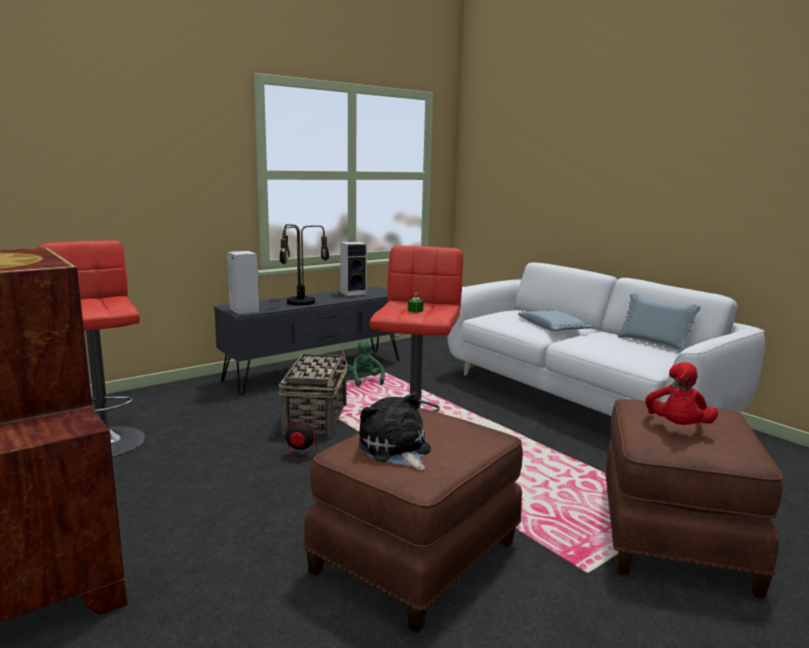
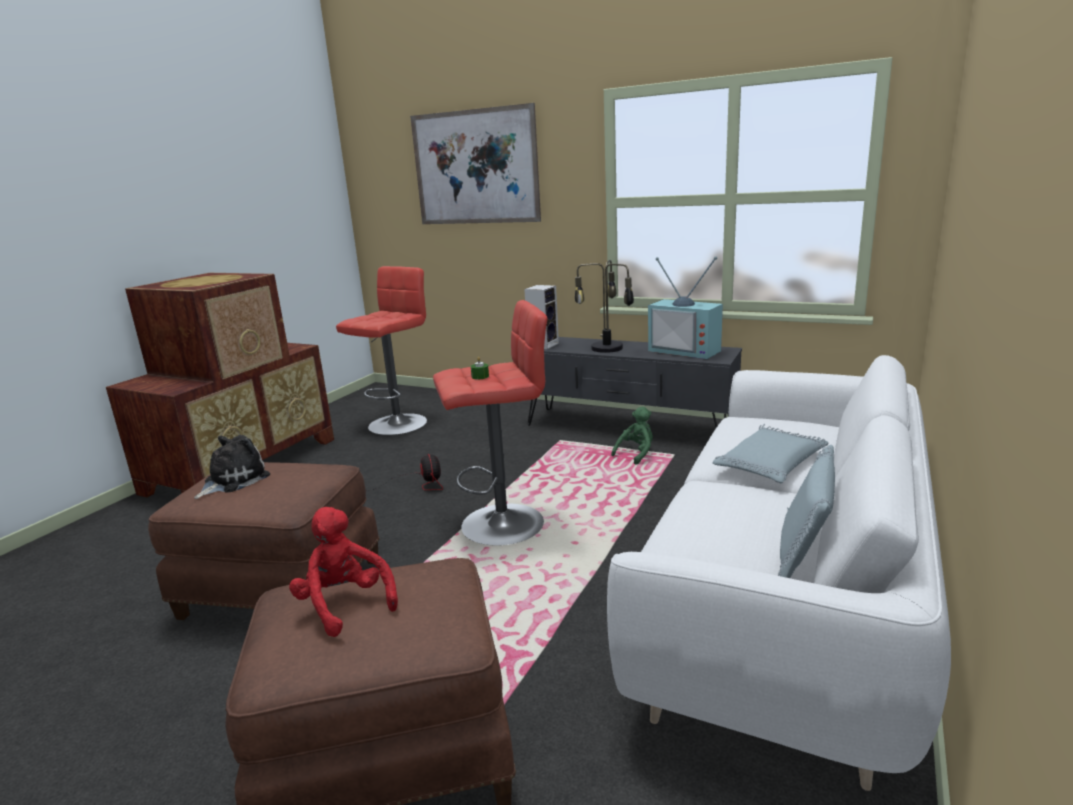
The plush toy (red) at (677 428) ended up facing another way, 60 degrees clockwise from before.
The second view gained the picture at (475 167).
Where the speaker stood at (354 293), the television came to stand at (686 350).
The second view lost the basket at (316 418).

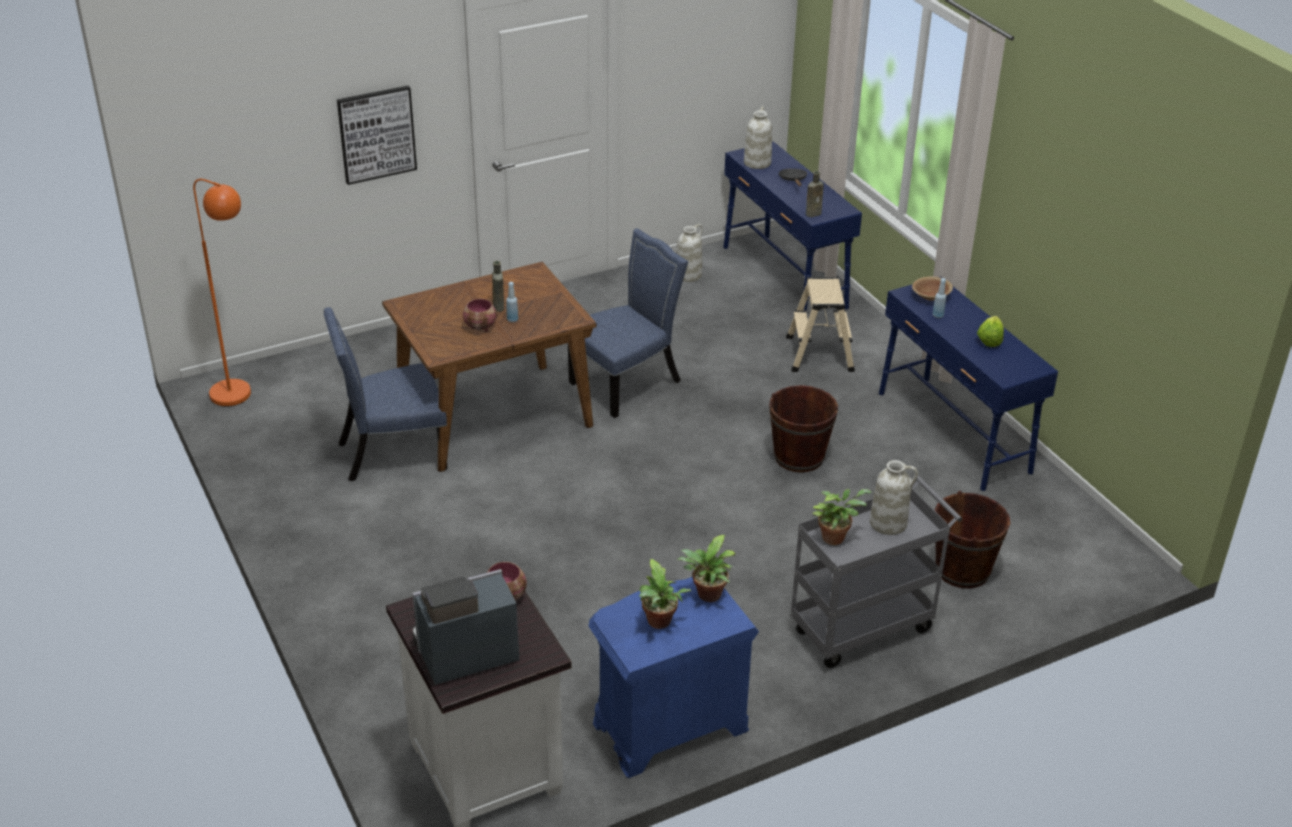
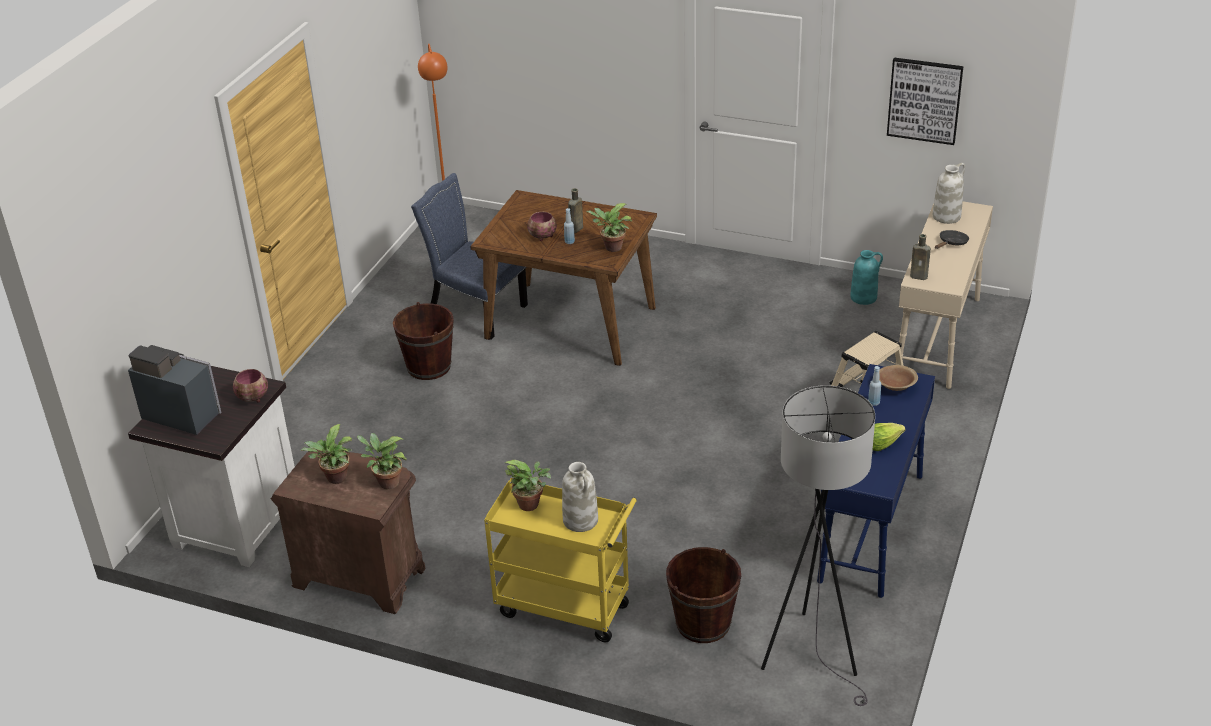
What was the nightstand (blue) at (665 722) turned into the nightstand (brown) at (361 573).
The bucket (brown) ended up elsewhere, having gone from (799 457) to (429 367).
What was the cart (grey) at (865 631) turned into the cart (yellow) at (566 611).
The second view gained the potted plant at (611 248).
The second view gained the floor lamp (grey) at (814 655).
What was the vase (white) at (688 274) turned into the vase (turquoise) at (864 297).
The picture ended up elsewhere, having gone from (376 134) to (924 100).
What was the console table (blue) at (783 278) turned into the console table (beige) at (936 338).
The second view lost the chair (blue) at (625 385).

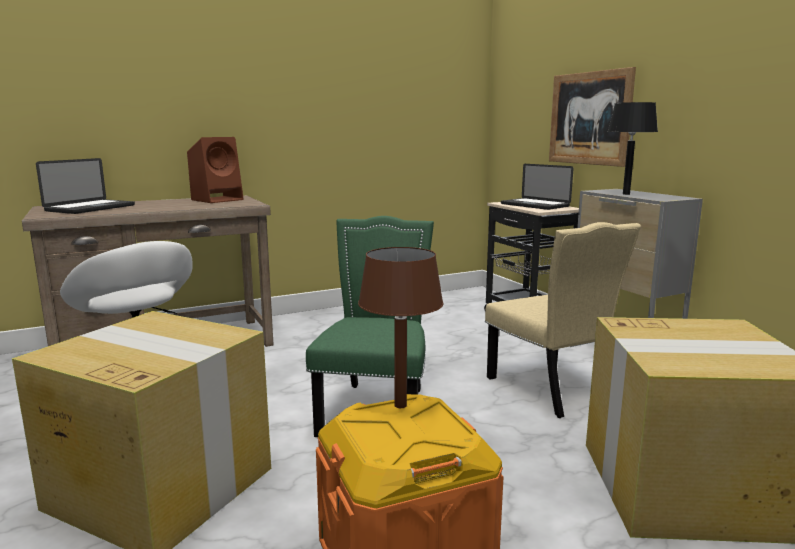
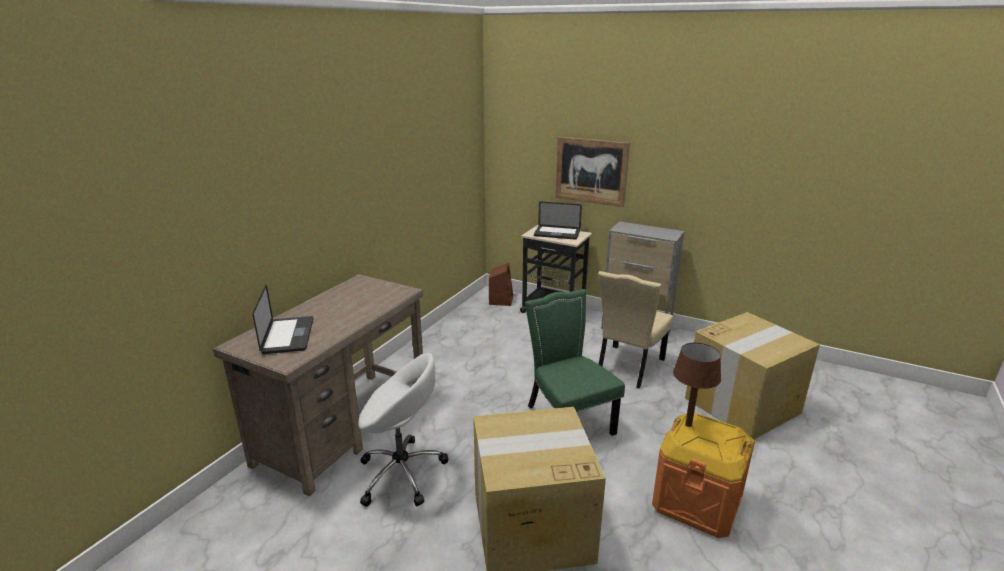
The speaker (brown) ended up elsewhere, having gone from (218 199) to (501 300).
The chair (beige) at (550 388) ended up facing another way, 90 degrees clockwise from before.
The second view lost the table lamp (black) at (626 194).

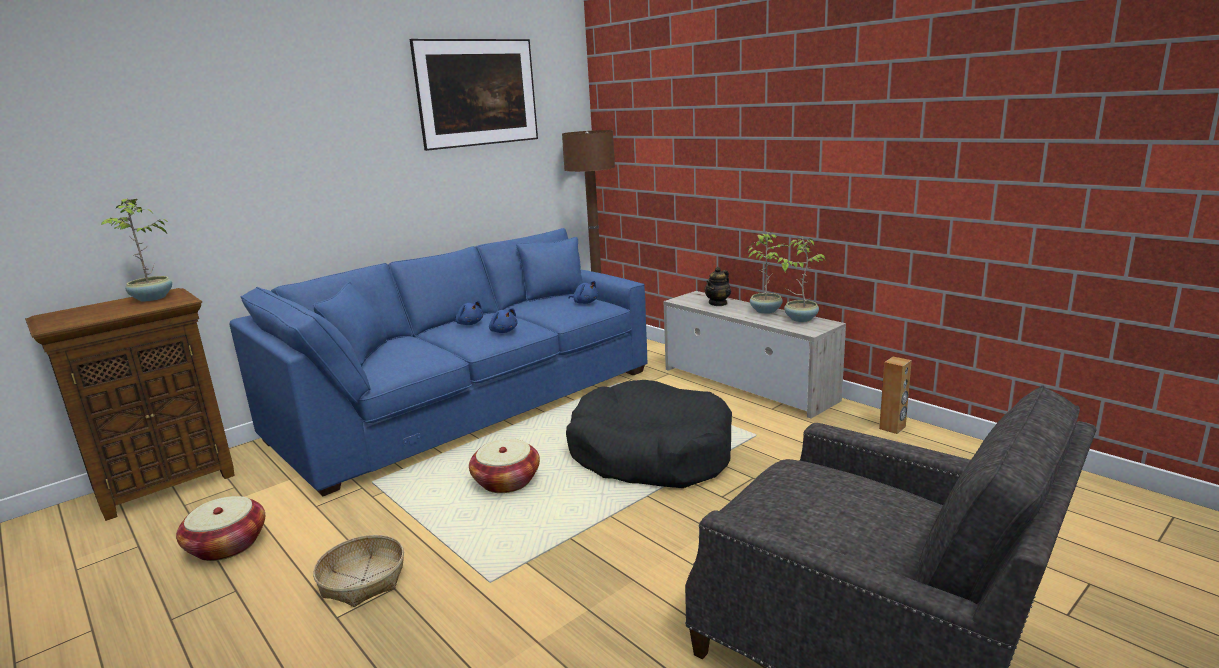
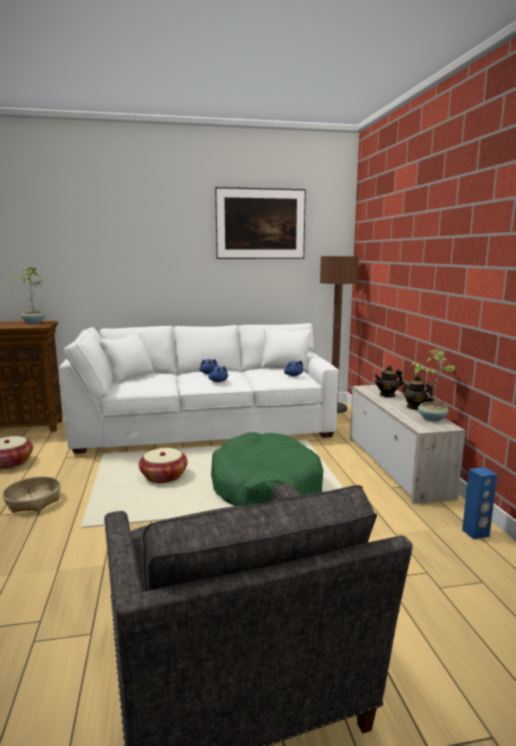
What was the sofa (blue) at (469 404) turned into the sofa (white) at (204 427).
What was the dog bed (black) at (650 453) turned into the dog bed (green) at (265 489).
Where the potted plant stood at (766 310), the teapot came to stand at (415 407).
What was the speaker (brown) at (892 428) turned into the speaker (blue) at (475 533).

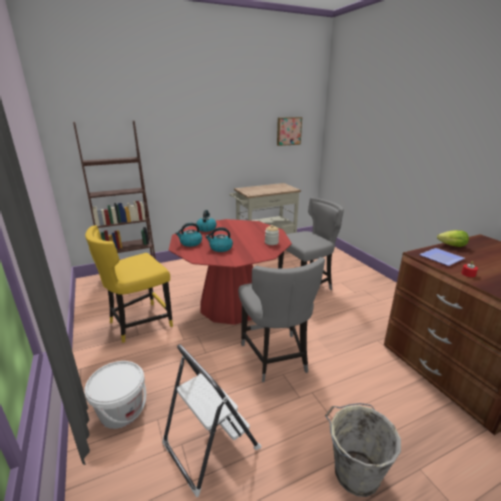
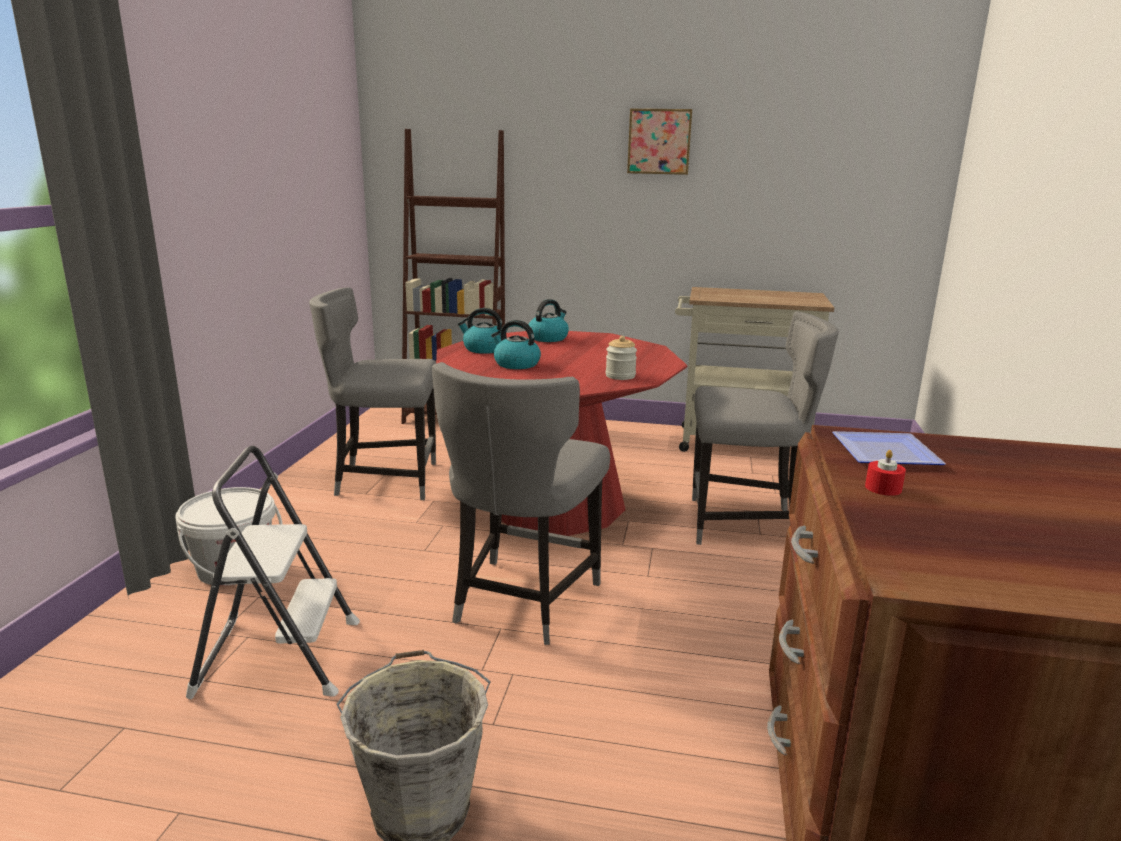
What was the chair (yellow) at (139 323) turned into the chair (grey) at (384 480).
The picture ended up elsewhere, having gone from (288 131) to (659 141).
The second view lost the lettuce at (450 246).

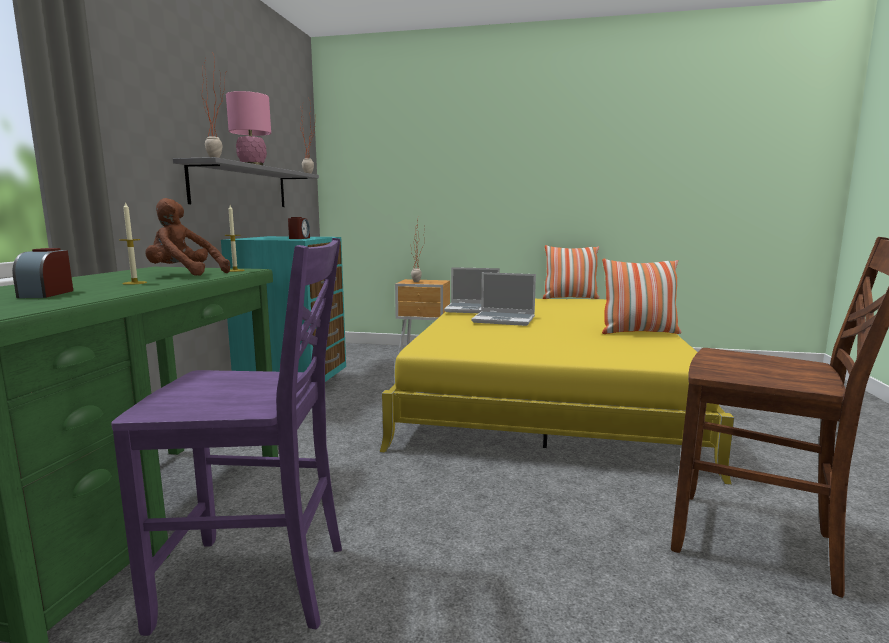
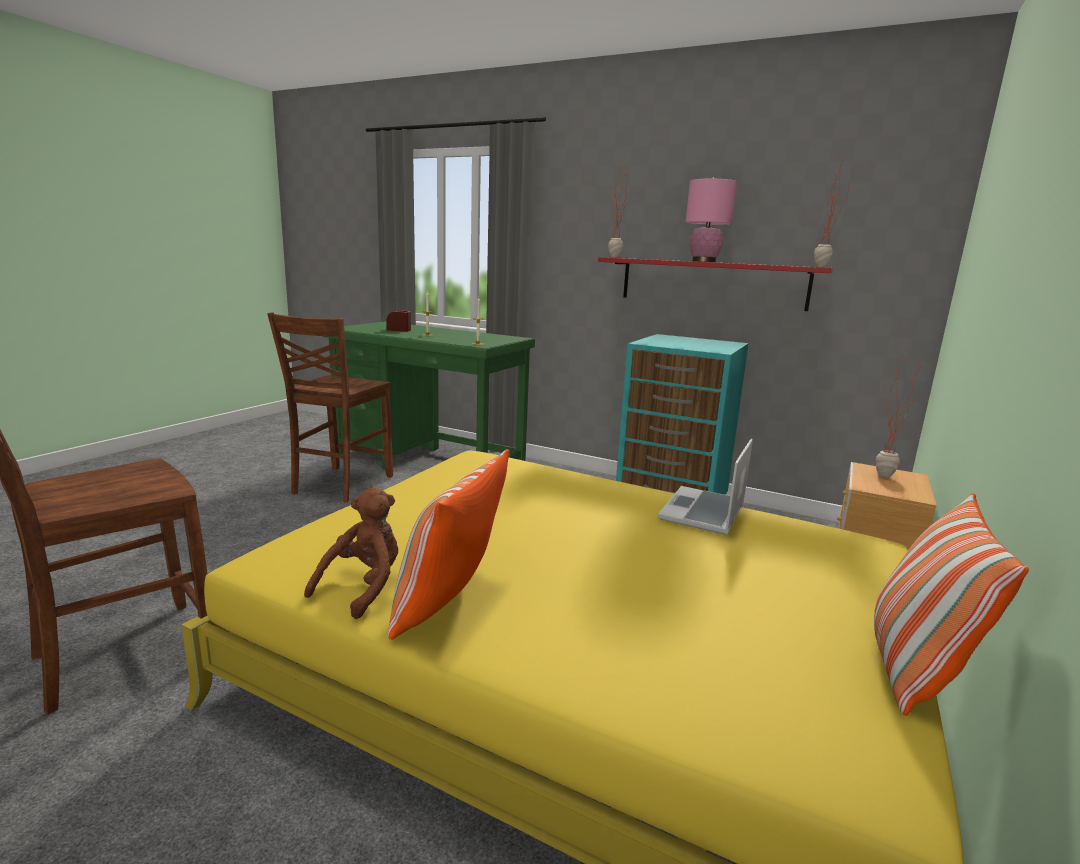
What was the chair (purple) at (258 584) turned into the chair (brown) at (340 485).
The plush toy (brown) ended up elsewhere, having gone from (184 275) to (363 587).
What was the shelf (grey) at (241 187) turned into the shelf (red) at (712 283).
The second view lost the alarm clock at (299 238).
The second view lost the laptop at (504 320).

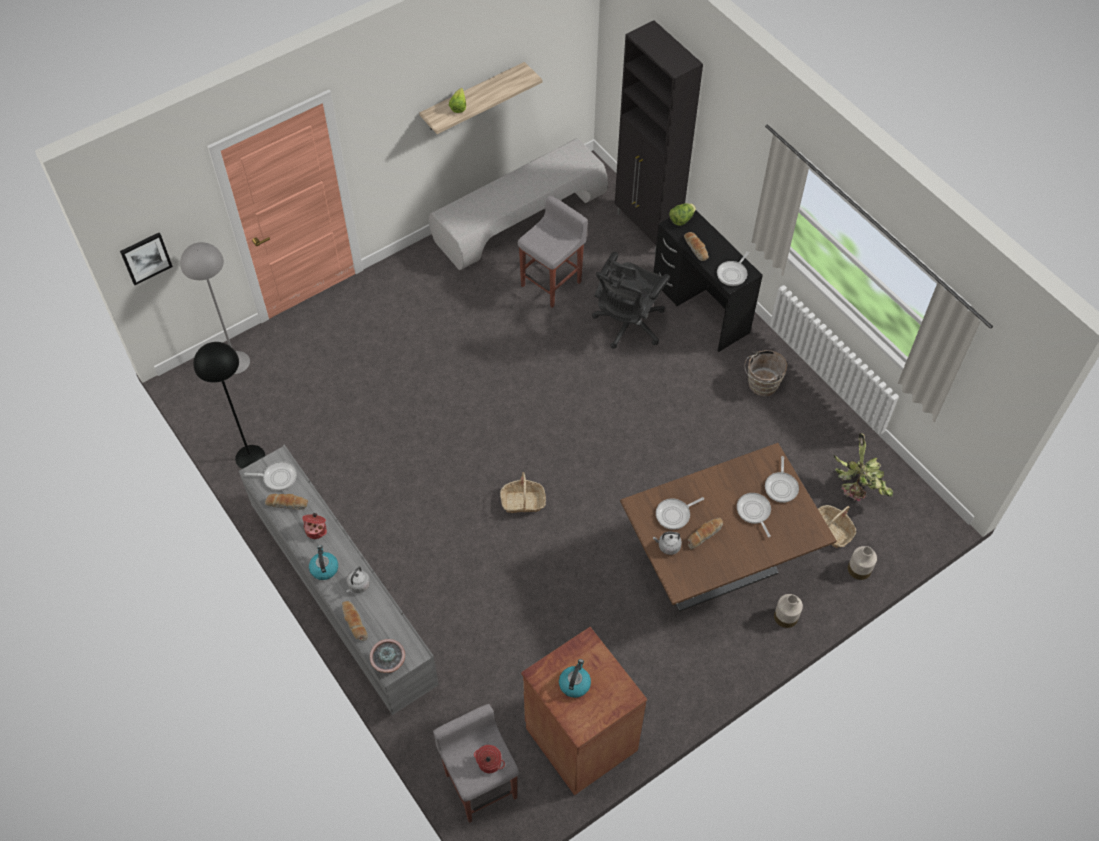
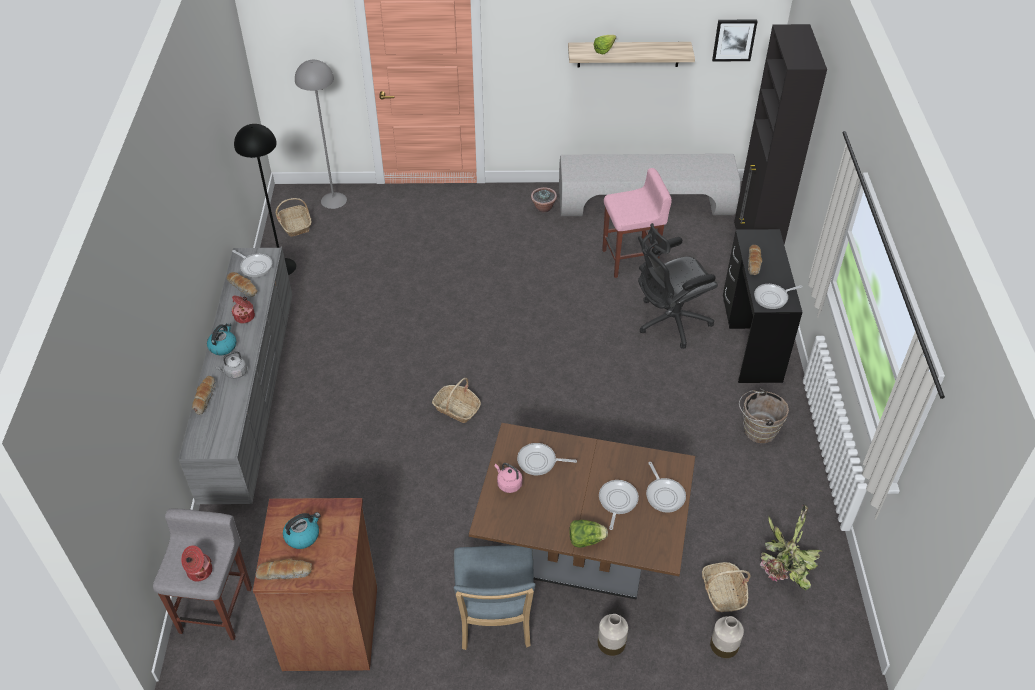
The bread ended up elsewhere, having gone from (704 534) to (285 572).
The second view gained the basket at (295 225).
The second view gained the chair (blue) at (495 620).
What was the kettle (grey) at (668 546) turned into the kettle (pink) at (508 484).
The potted plant ended up elsewhere, having gone from (389 664) to (543 208).
The lettuce ended up elsewhere, having gone from (681 219) to (586 540).
What was the stool (grey) at (552 283) turned into the stool (pink) at (630 260).
The frying pan at (781 486) ended up facing another way, 60 degrees counterclockwise from before.
The picture ended up elsewhere, having gone from (146 258) to (734 39).

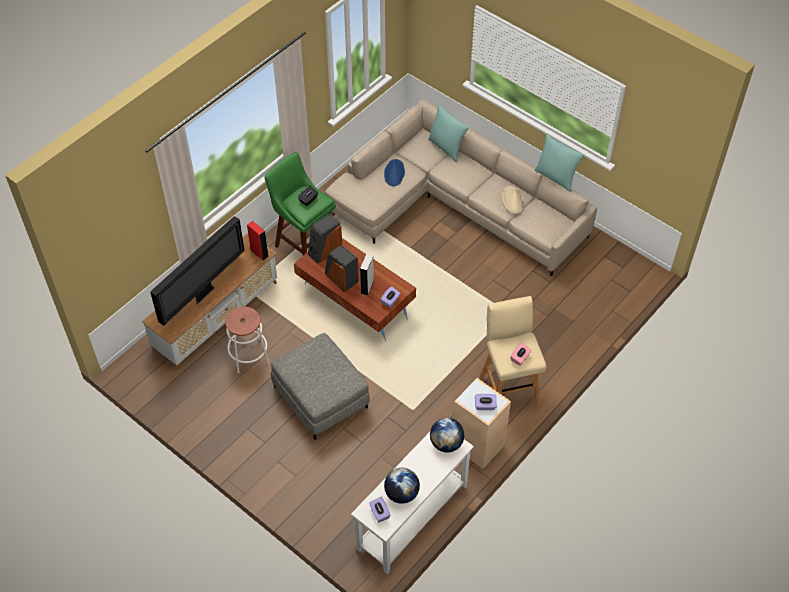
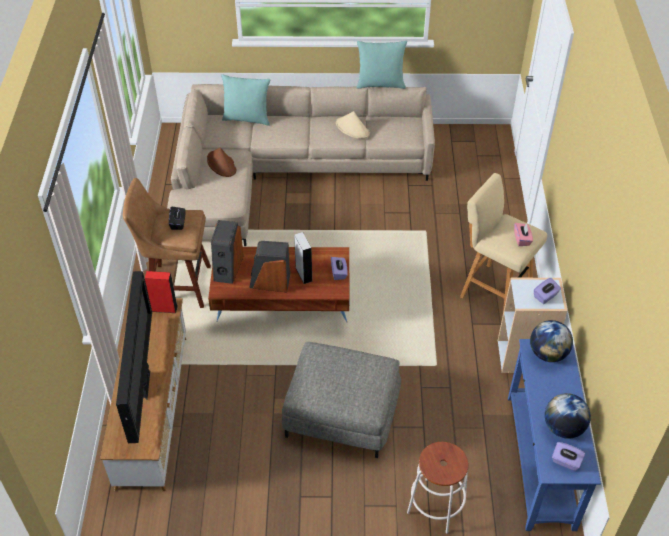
What was the stool (green) at (304 243) turned into the stool (brown) at (177 285).
What was the hat (blue) at (394 173) turned into the hat (brown) at (221 164).
The stool (white) ended up elsewhere, having gone from (249 355) to (436 505).
What was the console table (white) at (412 518) turned into the console table (blue) at (541 462).

